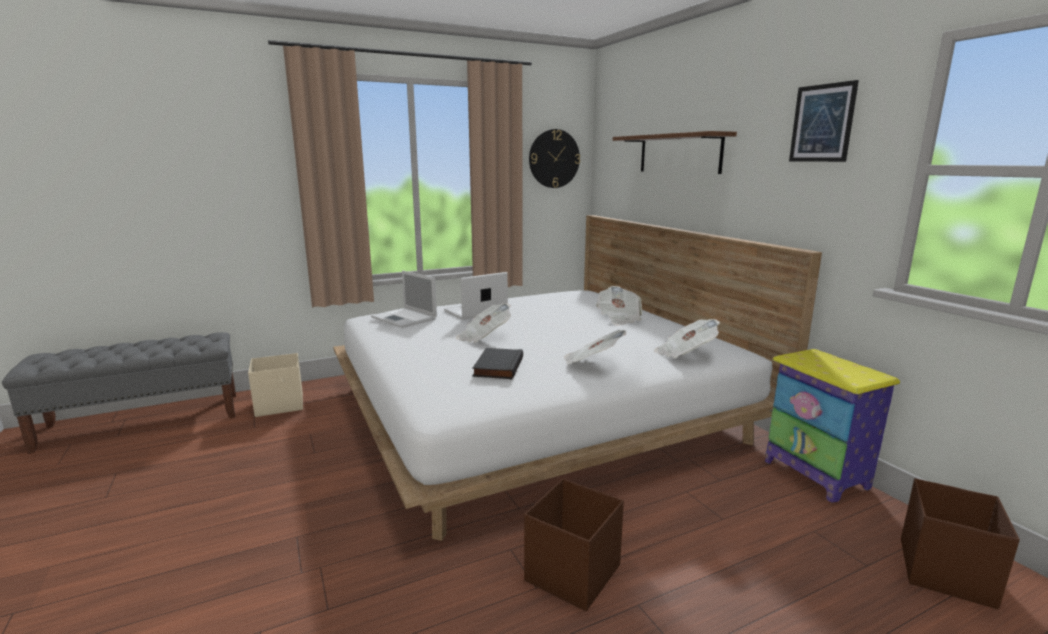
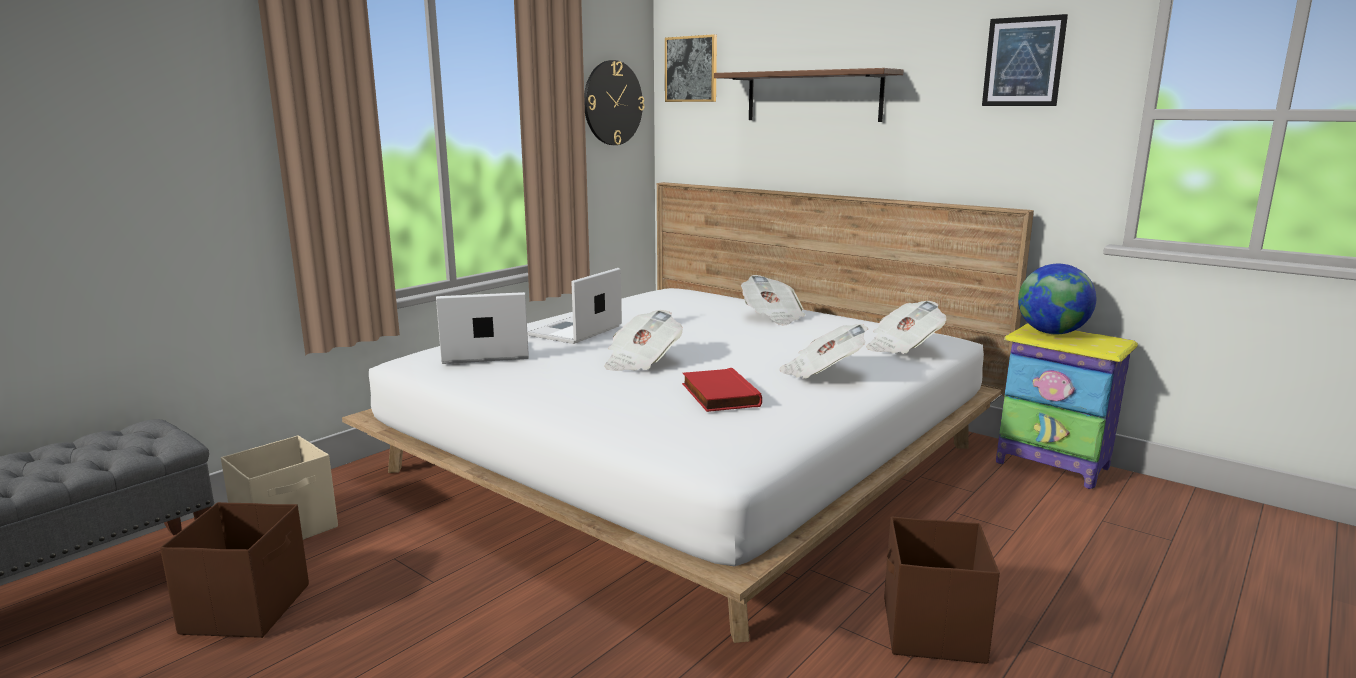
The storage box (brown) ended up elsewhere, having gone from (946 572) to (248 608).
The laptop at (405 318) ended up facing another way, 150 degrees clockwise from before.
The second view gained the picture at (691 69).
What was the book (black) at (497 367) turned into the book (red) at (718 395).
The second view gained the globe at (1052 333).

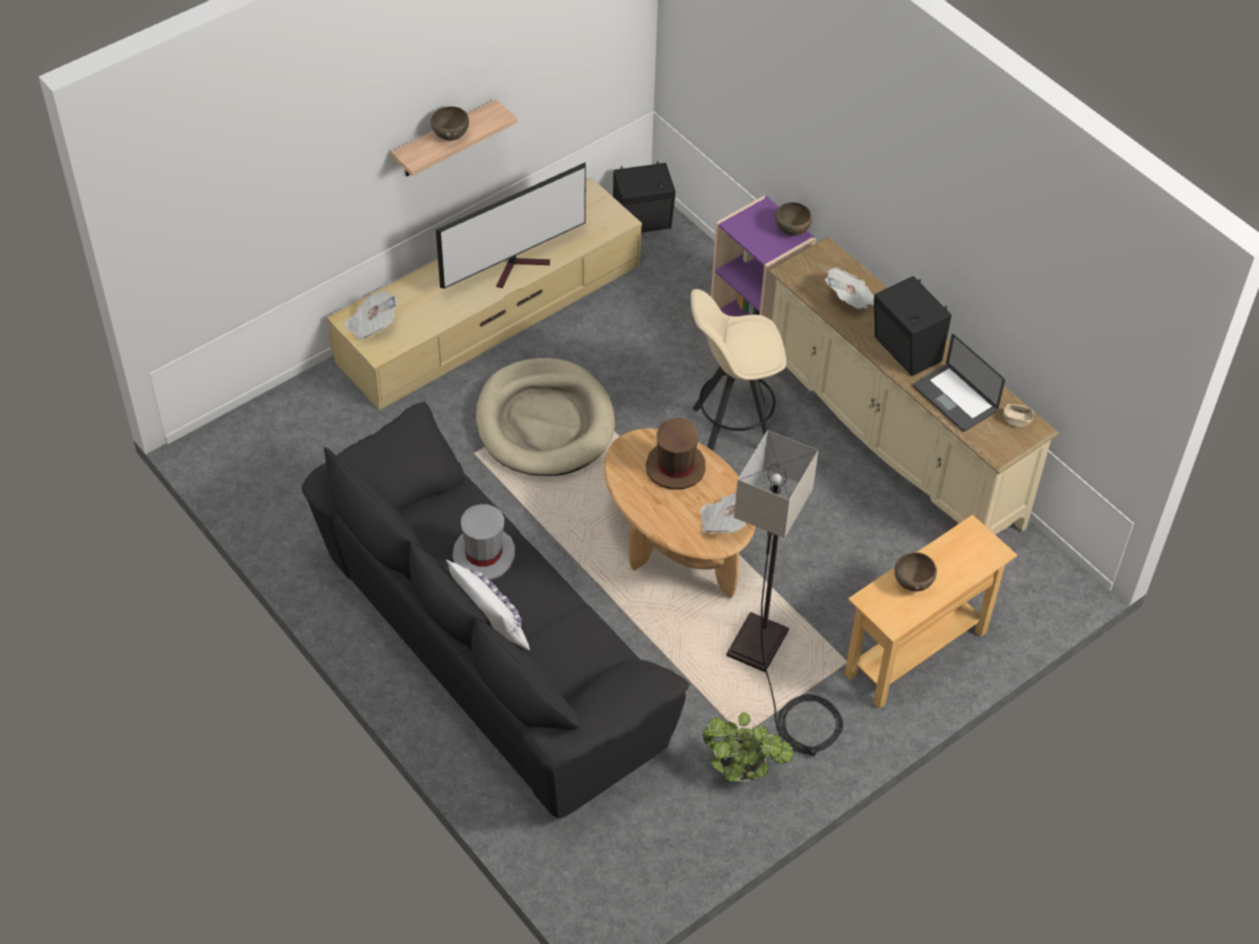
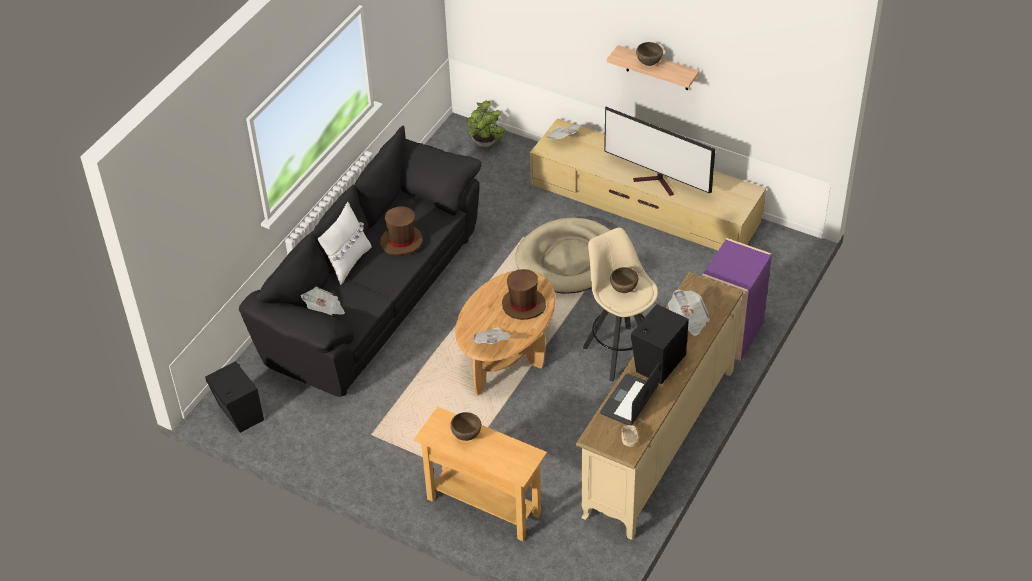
The speaker (black) ended up elsewhere, having gone from (643 222) to (239 414).
The second view gained the newspaper at (324 310).
What was the hat (grey) at (484 555) turned into the hat (brown) at (401 242).
The potted plant ended up elsewhere, having gone from (744 770) to (485 144).
The bowl (brown) ended up elsewhere, having gone from (792 232) to (623 290).
The second view lost the floor lamp at (783 688).

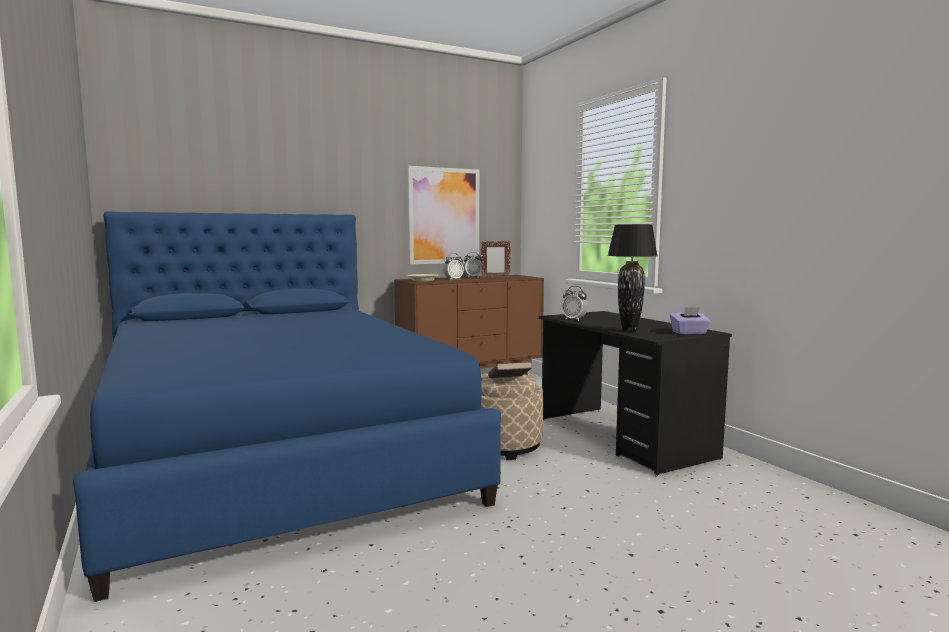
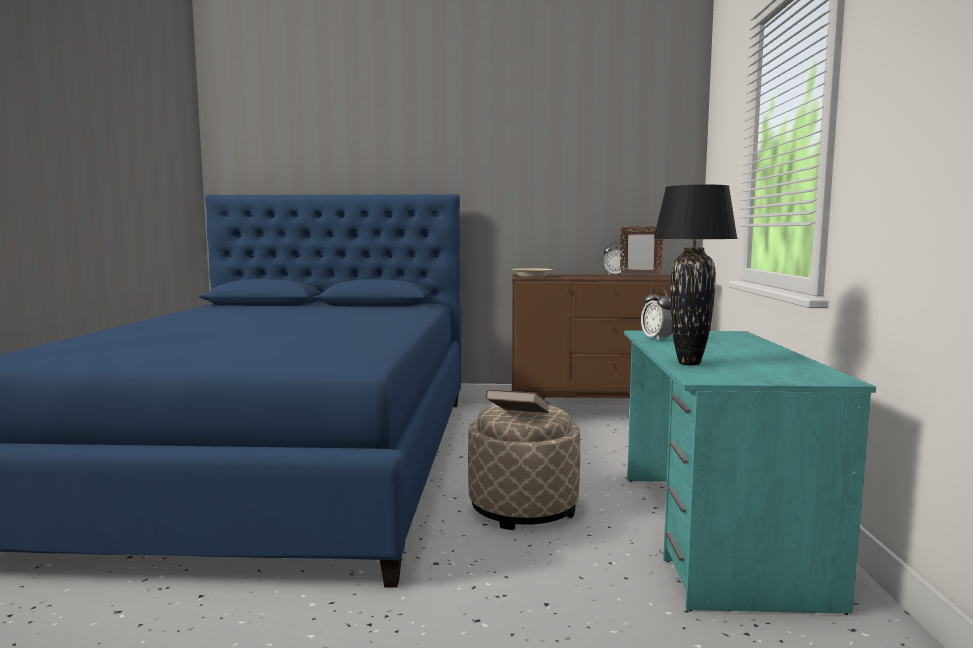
What was the desk (black) at (623 437) turned into the desk (turquoise) at (715 534).
The second view lost the picture at (444 216).
The second view lost the alarm clock at (453 280).
The second view lost the tissue box (purple) at (689 333).

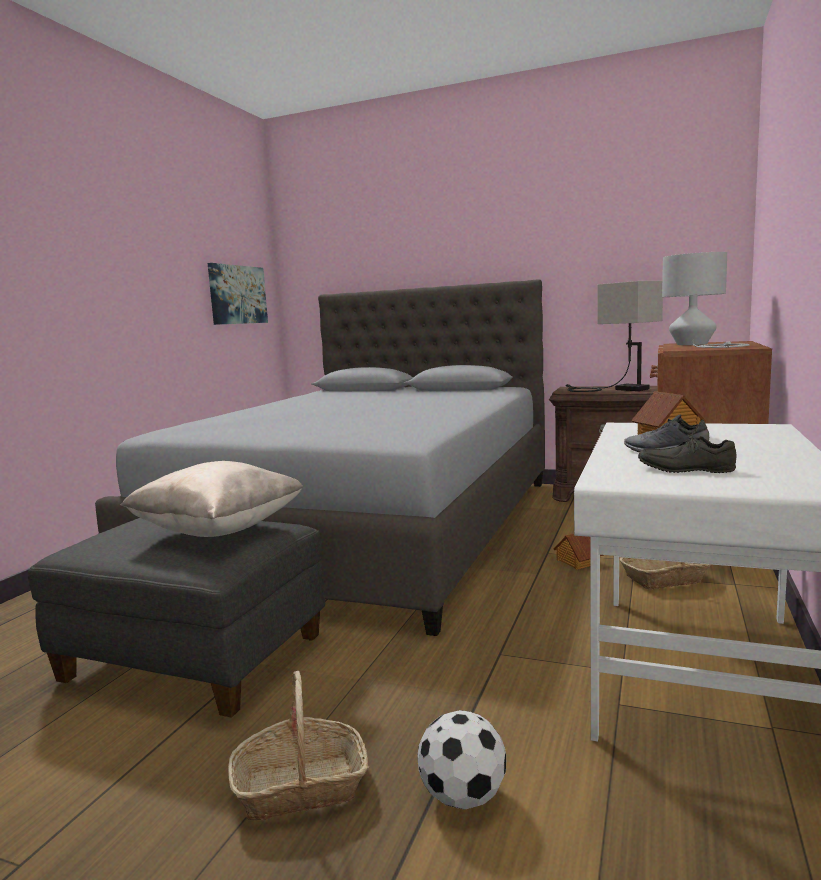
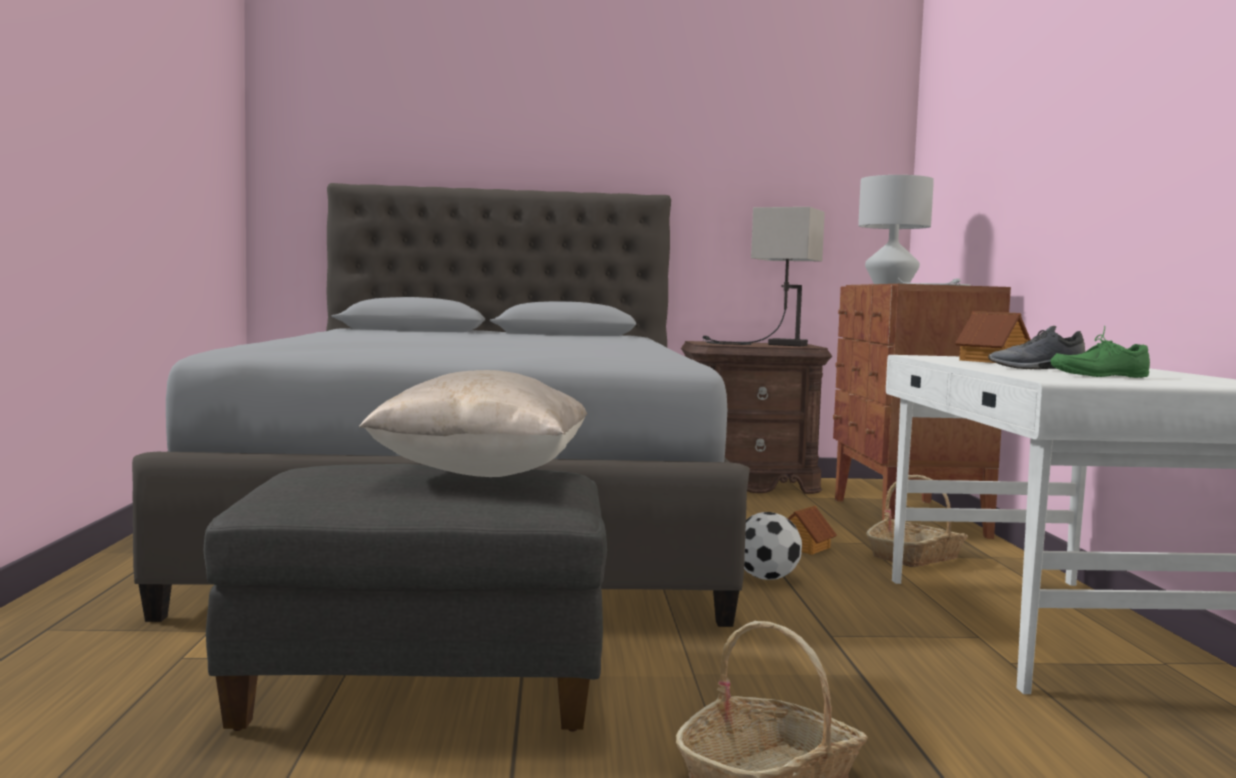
The football ended up elsewhere, having gone from (463 796) to (766 577).
What was the shoe (grey) at (685 468) turned into the shoe (green) at (1097 375).
The second view lost the picture at (237 294).

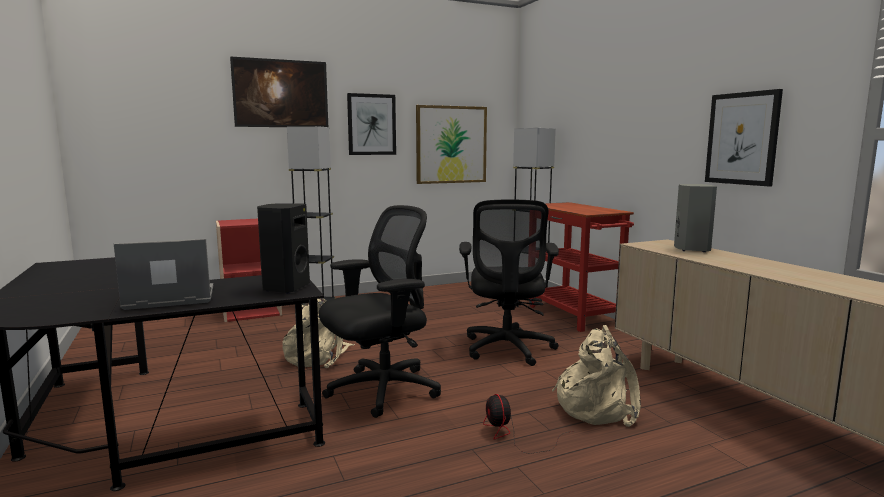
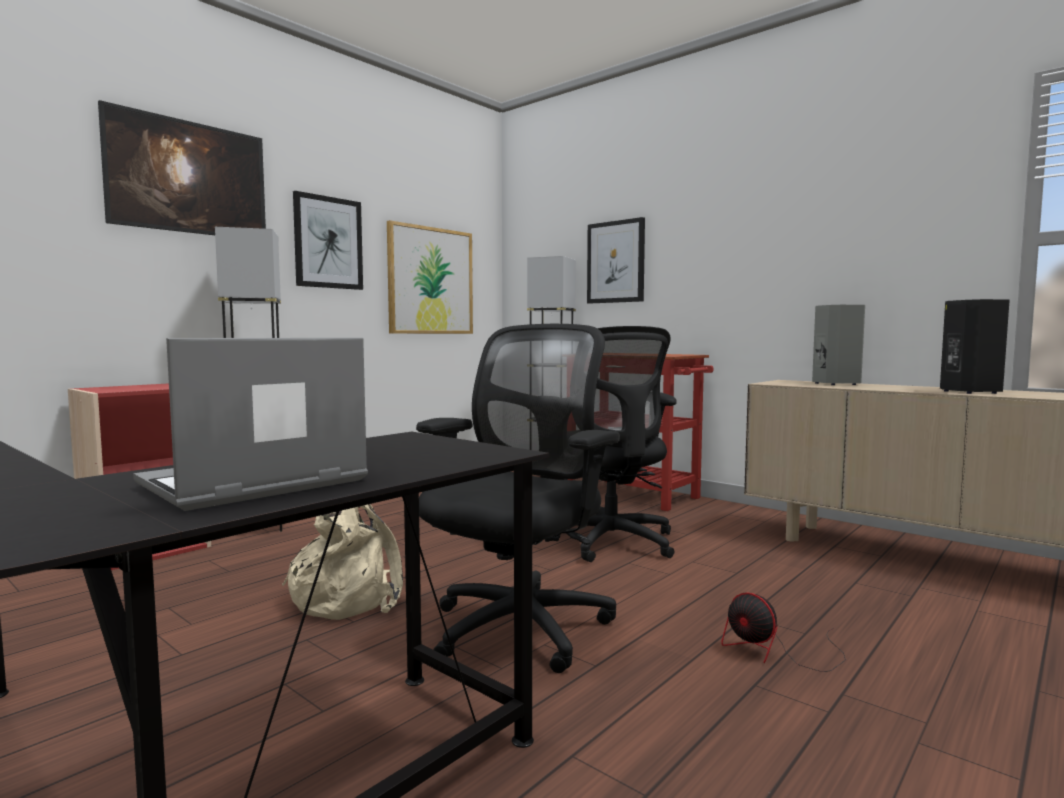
The picture ended up elsewhere, having gone from (742 138) to (616 262).
The speaker (black) ended up elsewhere, having gone from (284 288) to (968 392).
The second view lost the backpack (beige) at (597 407).

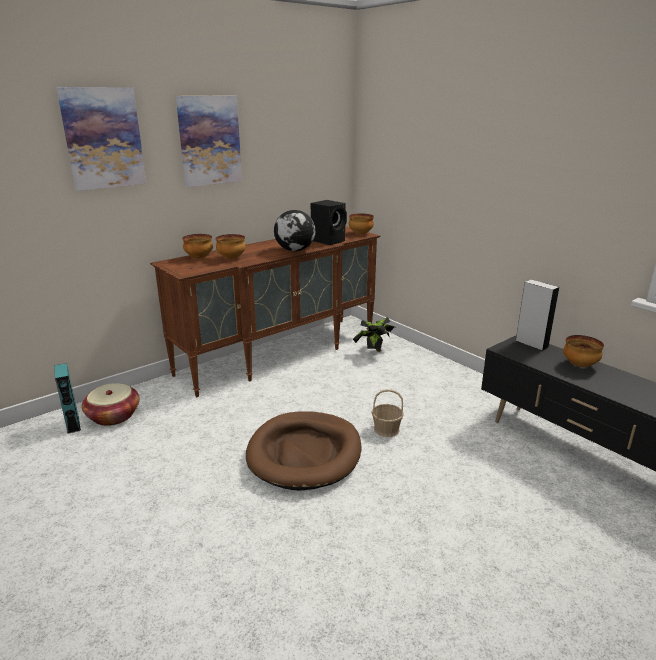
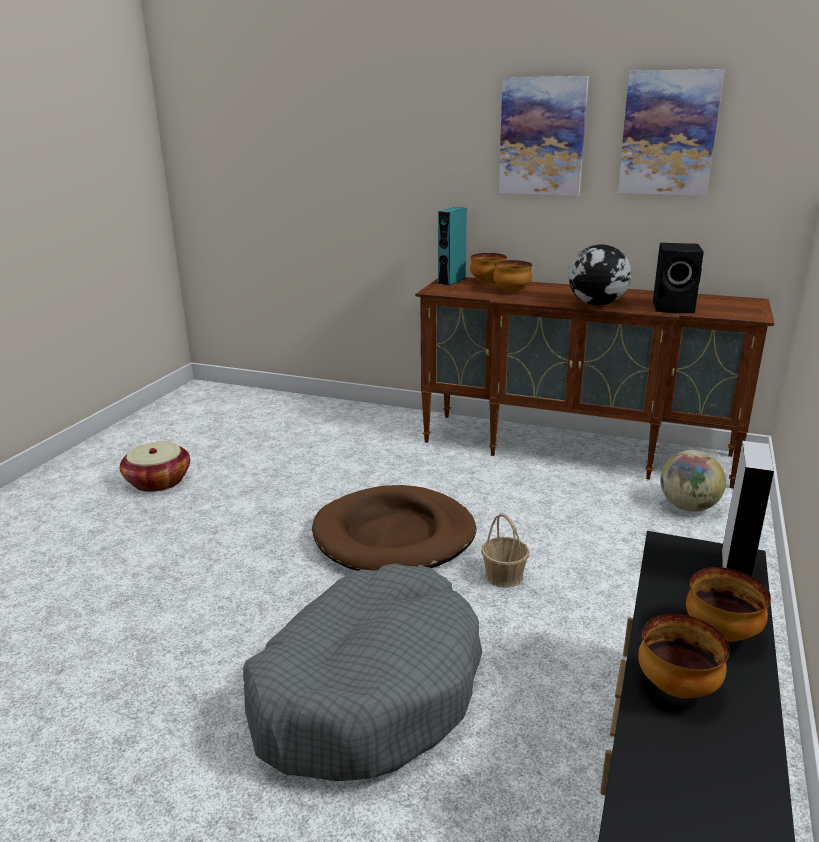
The basket ended up elsewhere, having gone from (113 416) to (158 481).
The second view gained the dog bed (grey) at (367 690).
The speaker (turquoise) ended up elsewhere, having gone from (73 424) to (451 281).
The picture ended up elsewhere, having gone from (103 138) to (668 133).
The bowl ended up elsewhere, having gone from (360 234) to (675 687).
Where the potted plant stood at (374 352), the globe came to stand at (688 507).

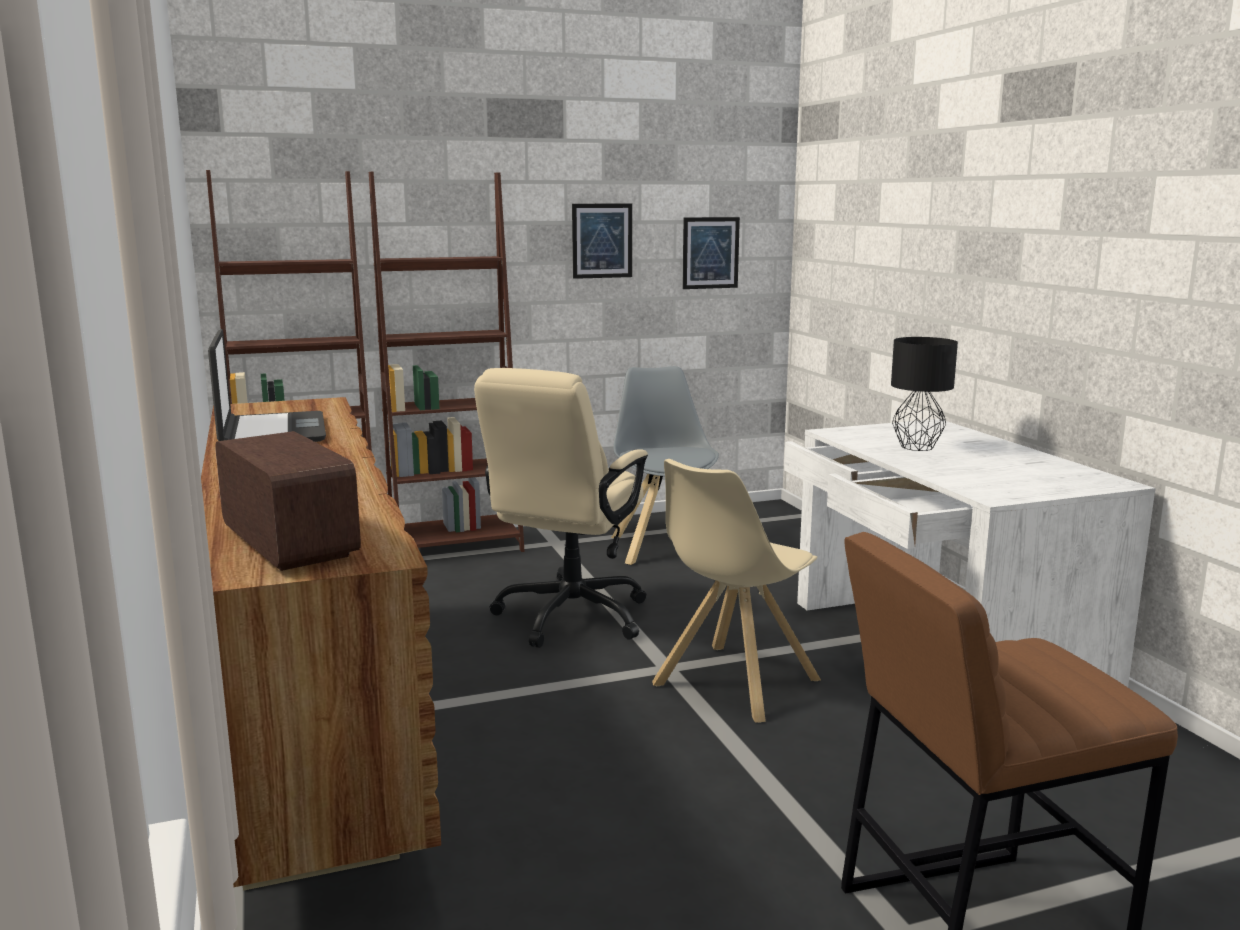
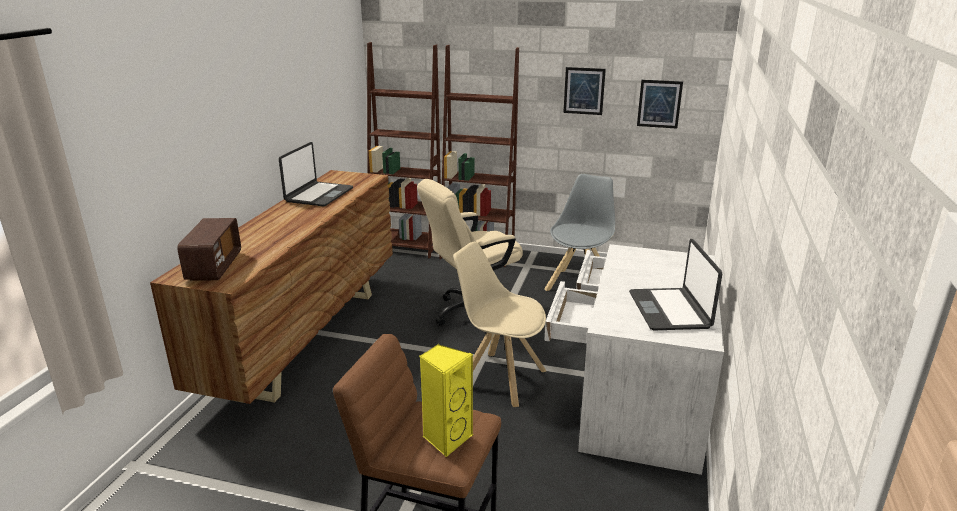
The second view gained the speaker (yellow) at (446 438).
The chair (beige) at (733 683) ended up facing another way, 45 degrees clockwise from before.
The second view gained the laptop at (670 310).
The second view lost the table lamp (black) at (916 447).

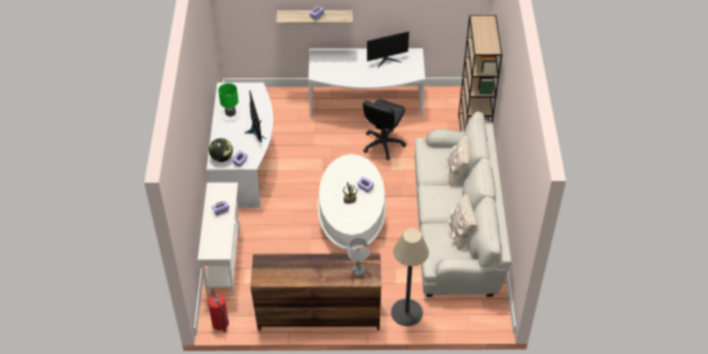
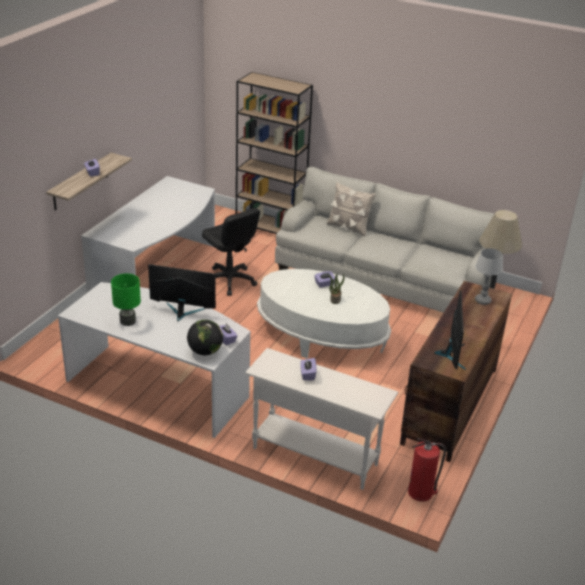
The monitor ended up elsewhere, having gone from (387 60) to (452 355).
The second view lost the pillow (beige) at (459 234).

